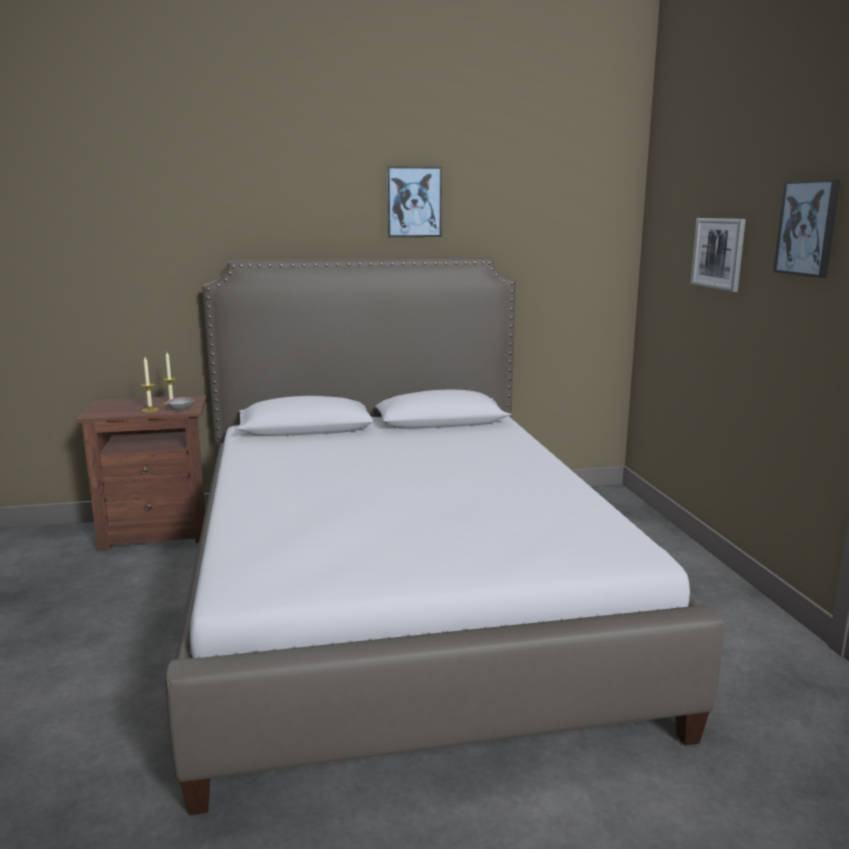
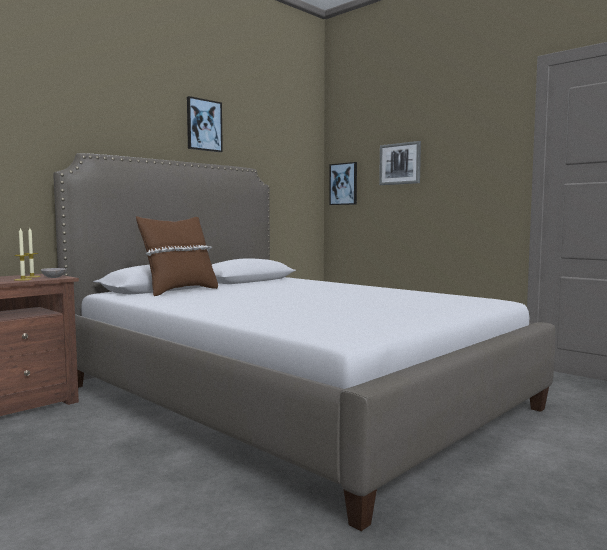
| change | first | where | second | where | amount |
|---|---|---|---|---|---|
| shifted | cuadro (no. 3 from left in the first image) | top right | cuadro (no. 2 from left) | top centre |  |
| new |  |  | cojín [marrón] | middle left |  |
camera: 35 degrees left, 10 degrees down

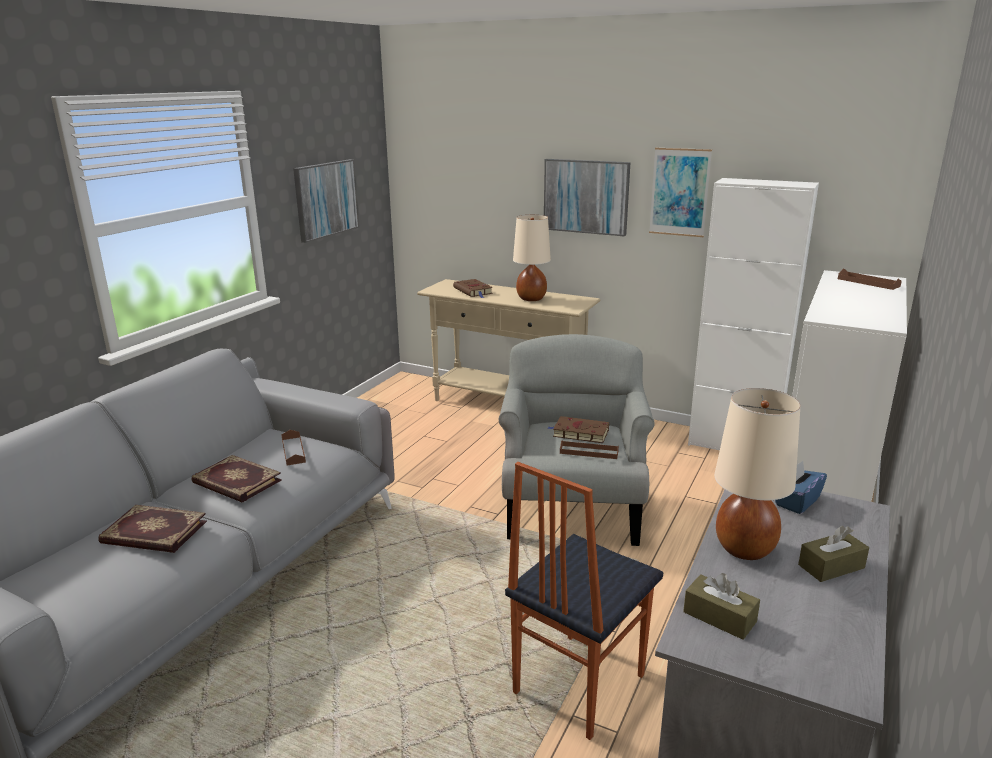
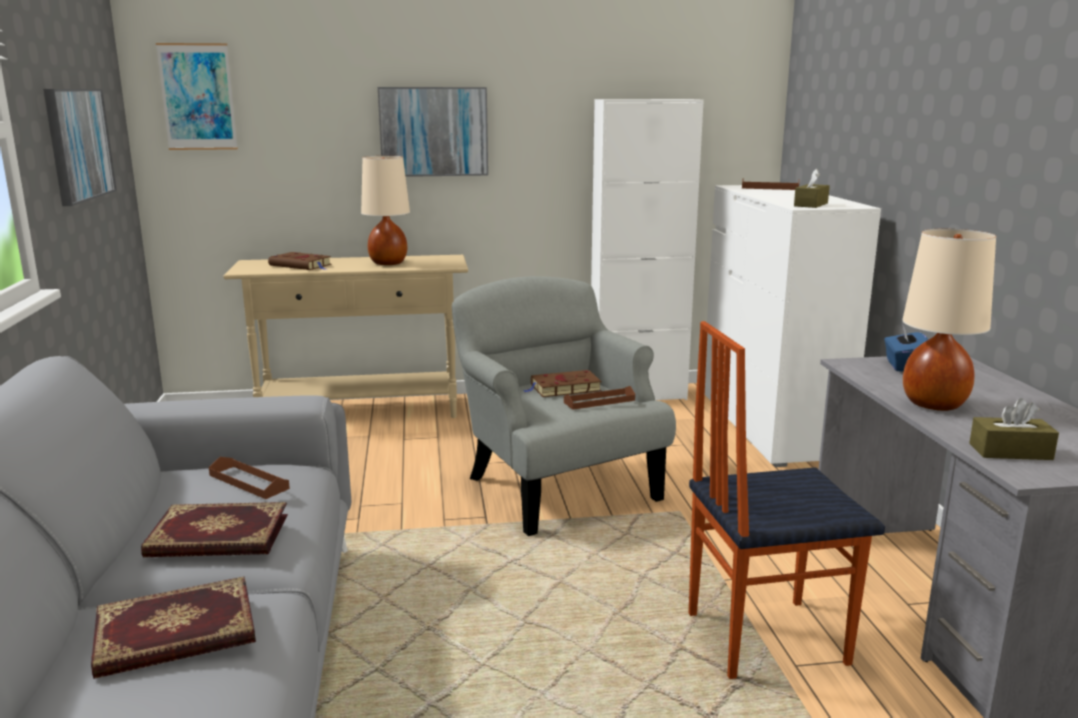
| change | first | where | second | where | amount |
|---|---|---|---|---|---|
| shifted | cuadro (no. 3 from left in the first image) | top right | cuadro (no. 2 from left) | top left |  |
| rotated | silla | bottom centre |  | bottom right | 75 degrees clockwise |
| shifted | caja de pañuelos [marrón] (no. 2 from left in the first image) | bottom right | caja de pañuelos [marrón] (no. 1 from left) | top right |  |
camera: 35 degrees left, 5 degrees down

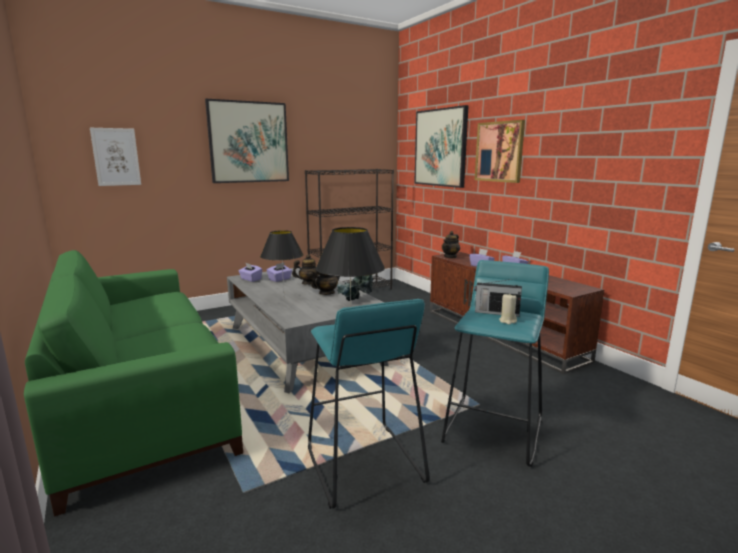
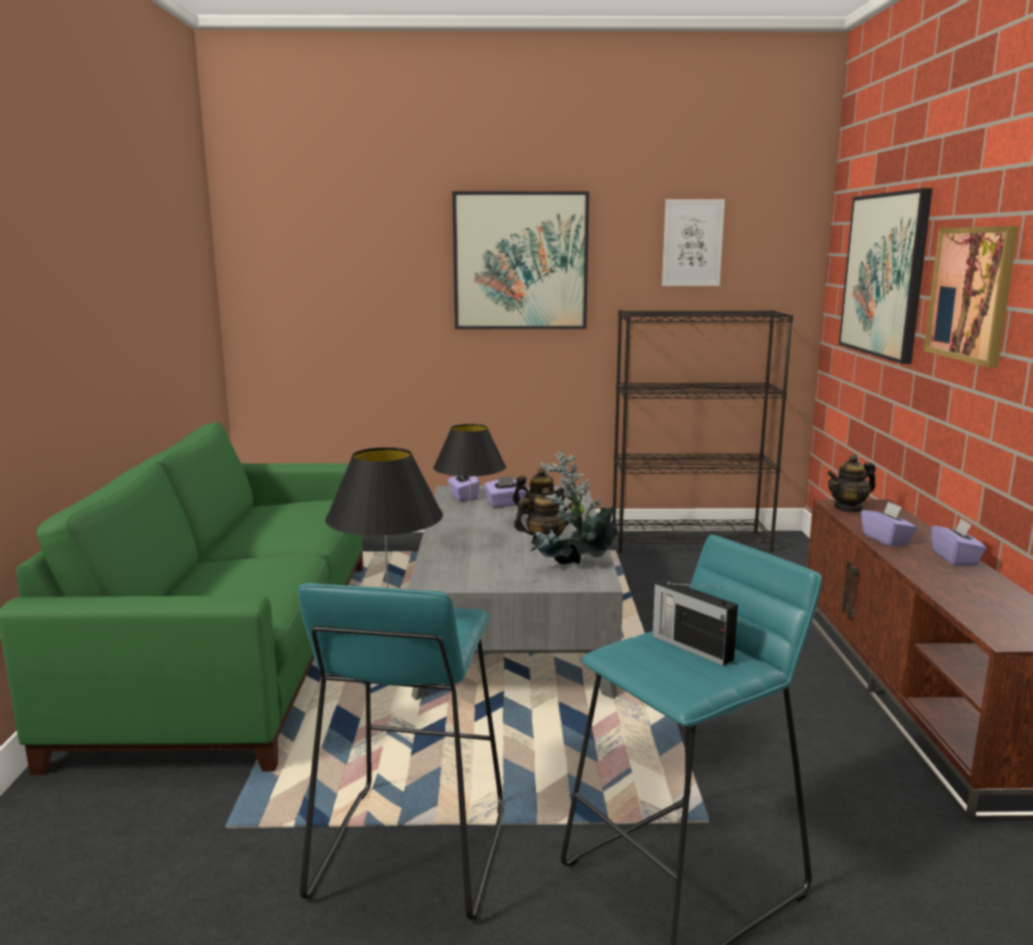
| change | first | where | second | where | amount |
|---|---|---|---|---|---|
| shifted | cuadro (no. 1 from left in the first image) | top left | cuadro (no. 2 from left) | top right |  |
| gone | vela [beis] | middle right |  |  |  |
camera: 30 degrees right, 0 degrees up

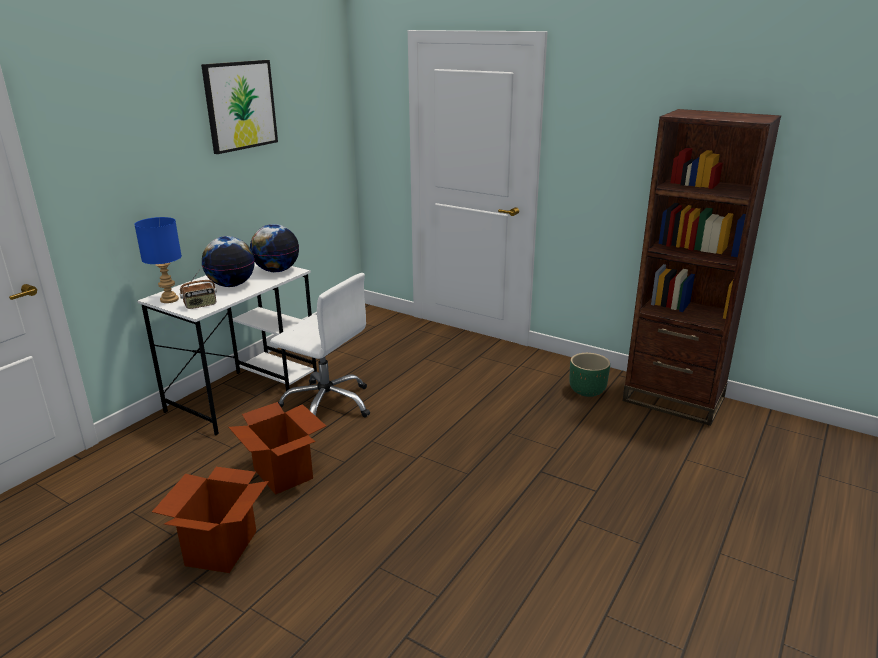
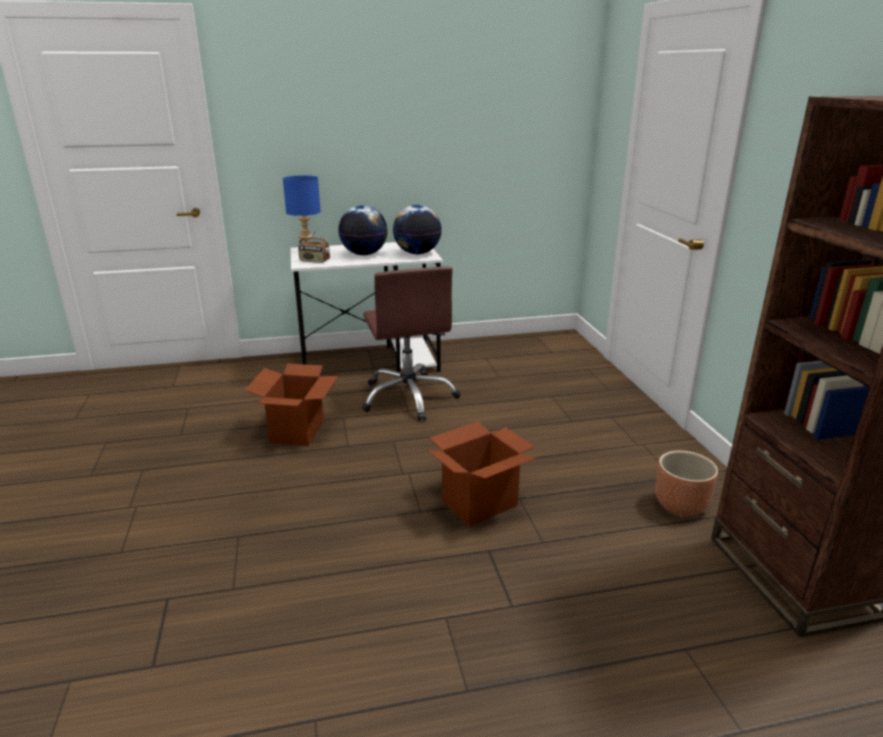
| change | first | where | second | where | amount |
|---|---|---|---|---|---|
| gone | cuadro | top left |  |  |  |
| repainted | silla de oficina [blanco] | centre | silla de oficina [marrón] | centre |  |
| repainted | maceta [verde] | middle right | maceta [marrón] | middle right |  |
| shifted | caja de cartón (no. 1 from left in the first image) | bottom left | caja de cartón (no. 2 from left) | centre |  |
camera: 45 degrees right, 0 degrees up

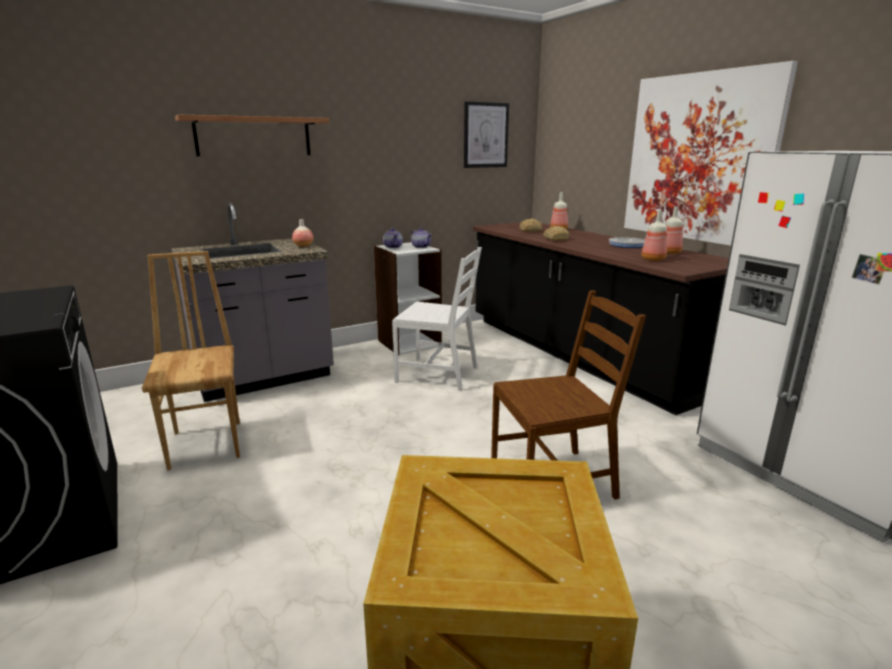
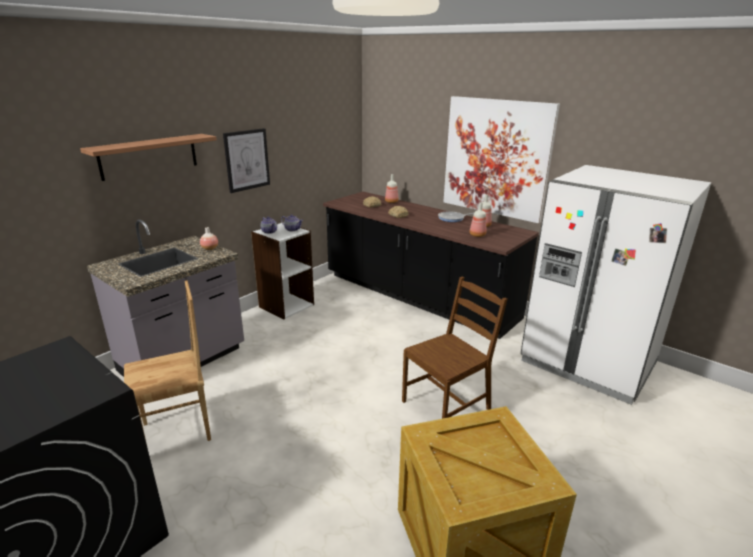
| change | first | where | second | where | amount |
|---|---|---|---|---|---|
| shifted | cuadro (no. 1 from left) | top centre |  | top left |  |
| gone | silla [blanco] | centre |  |  |  |
| rotated | silla [marrón] (no. 1 from left) | middle left |  | middle left | 105 degrees clockwise |
camera: 20 degrees left, 5 degrees up

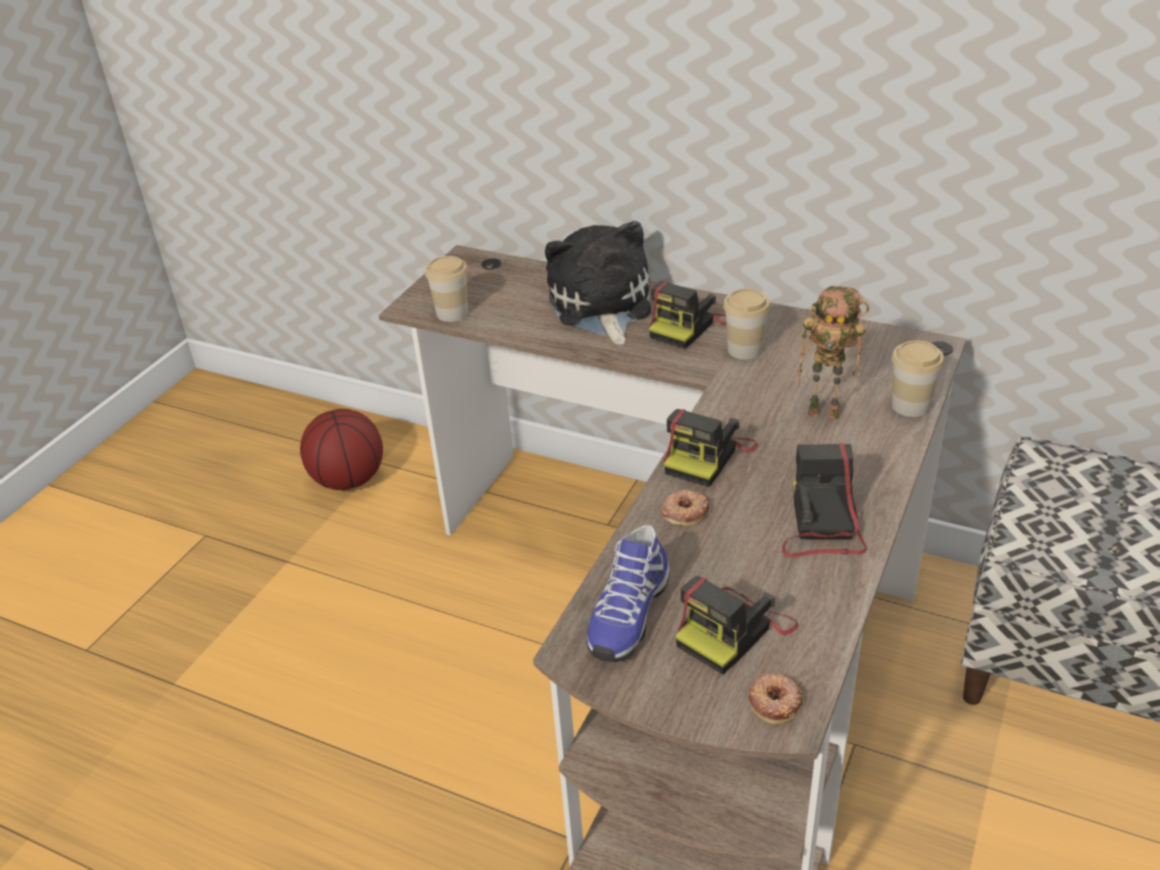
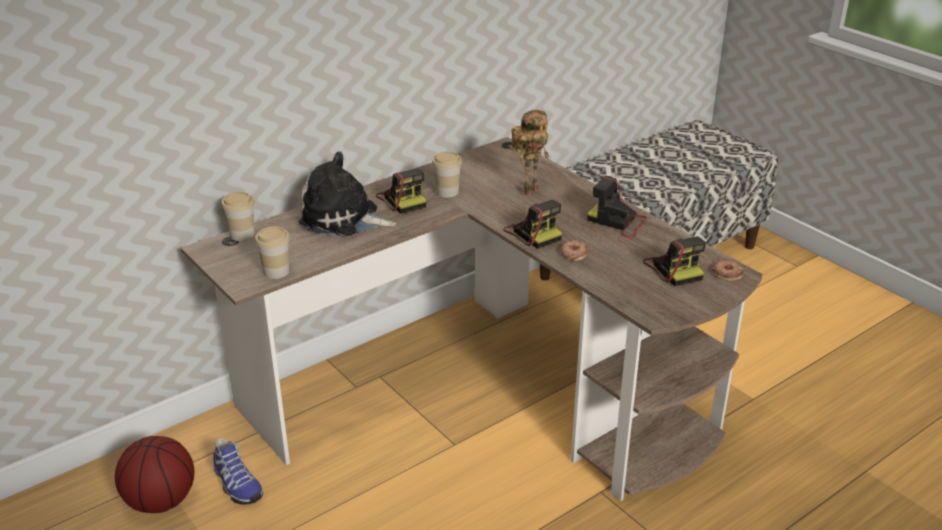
| change | first | where | second | where | amount |
|---|---|---|---|---|---|
| shifted | taza (no. 3 from left in the first image) | middle right | taza (no. 1 from left) | middle left |  |
| shifted | zapato | bottom centre |  | bottom left |  |
camera: 65 degrees left, 5 degrees down

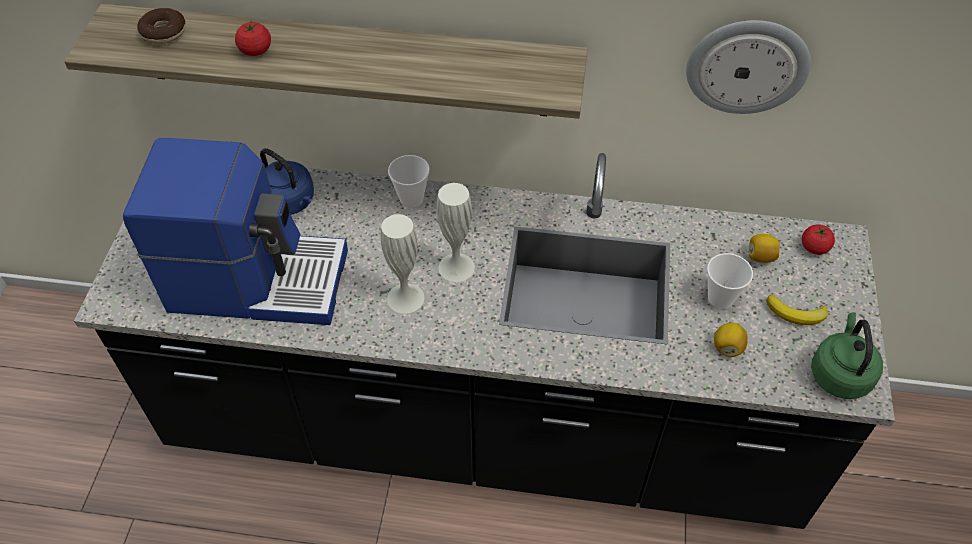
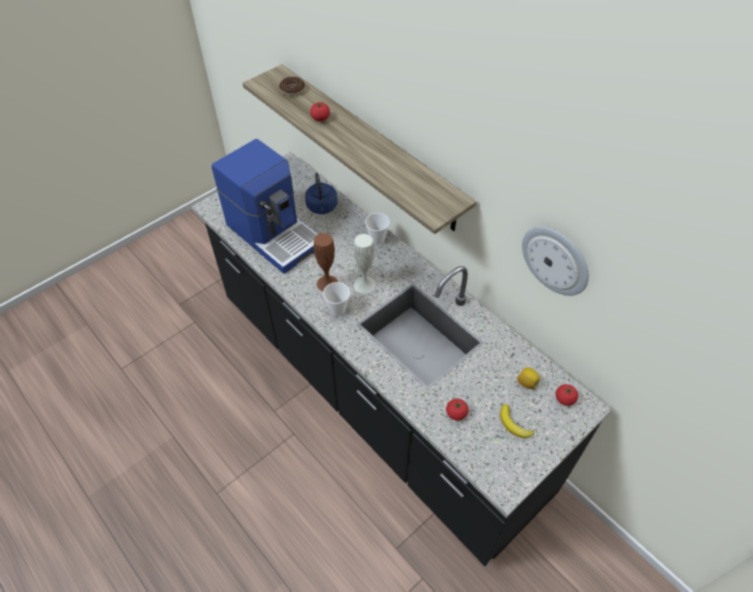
| change | first | where | second | where | amount |
|---|---|---|---|---|---|
| repainted | florero [blanco] (no. 1 from left) | centre | florero [marrón] | centre |  |
| shifted | taza (no. 2 from left in the first image) | middle right | taza (no. 1 from left) | centre |  |
| gone | hervidor [verde] | middle right |  |  |  |
| swapped | limón (no. 1 from left) | middle right | tomate (no. 2 from left) | bottom centre |  |
camera: 40 degrees right, 0 degrees up

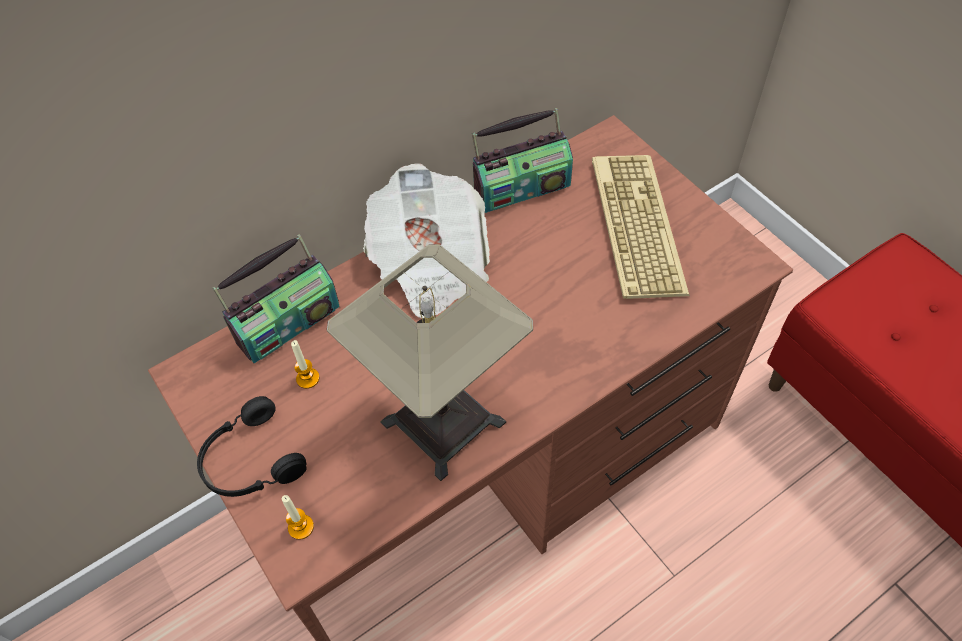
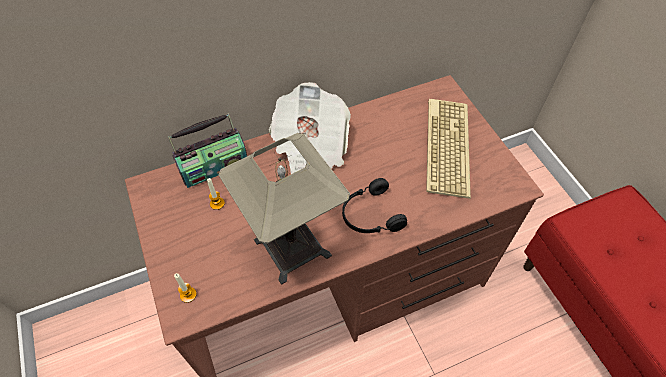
| change | first | where | second | where | amount |
|---|---|---|---|---|---|
| gone | radio (no. 2 from left) | top centre |  |  |  |
| shifted | auriculares [negro] | bottom left |  | centre |  |
camera: 10 degrees right, 0 degrees up

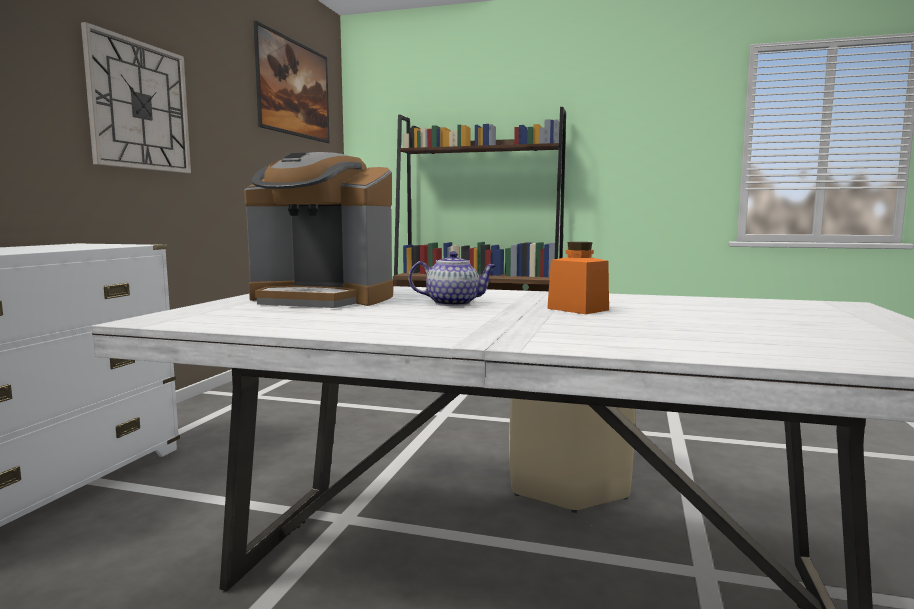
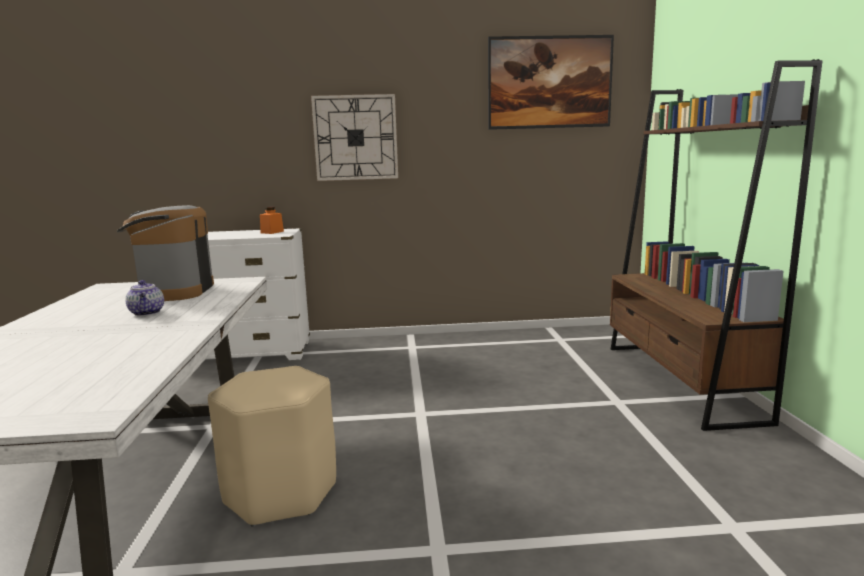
| change | first | where | second | where | amount |
|---|---|---|---|---|---|
| shifted | tarro [naranja] | centre |  | middle left |  |
camera: 70 degrees right, 5 degrees up

